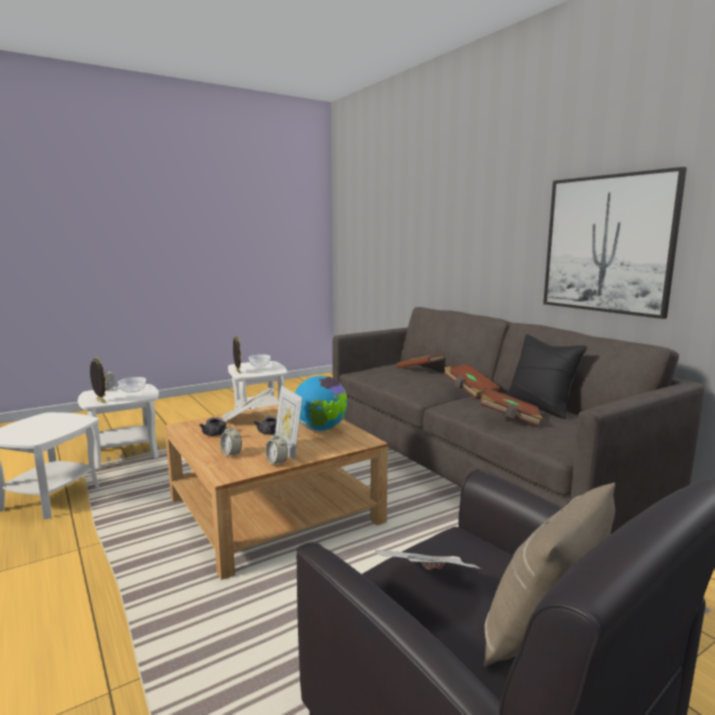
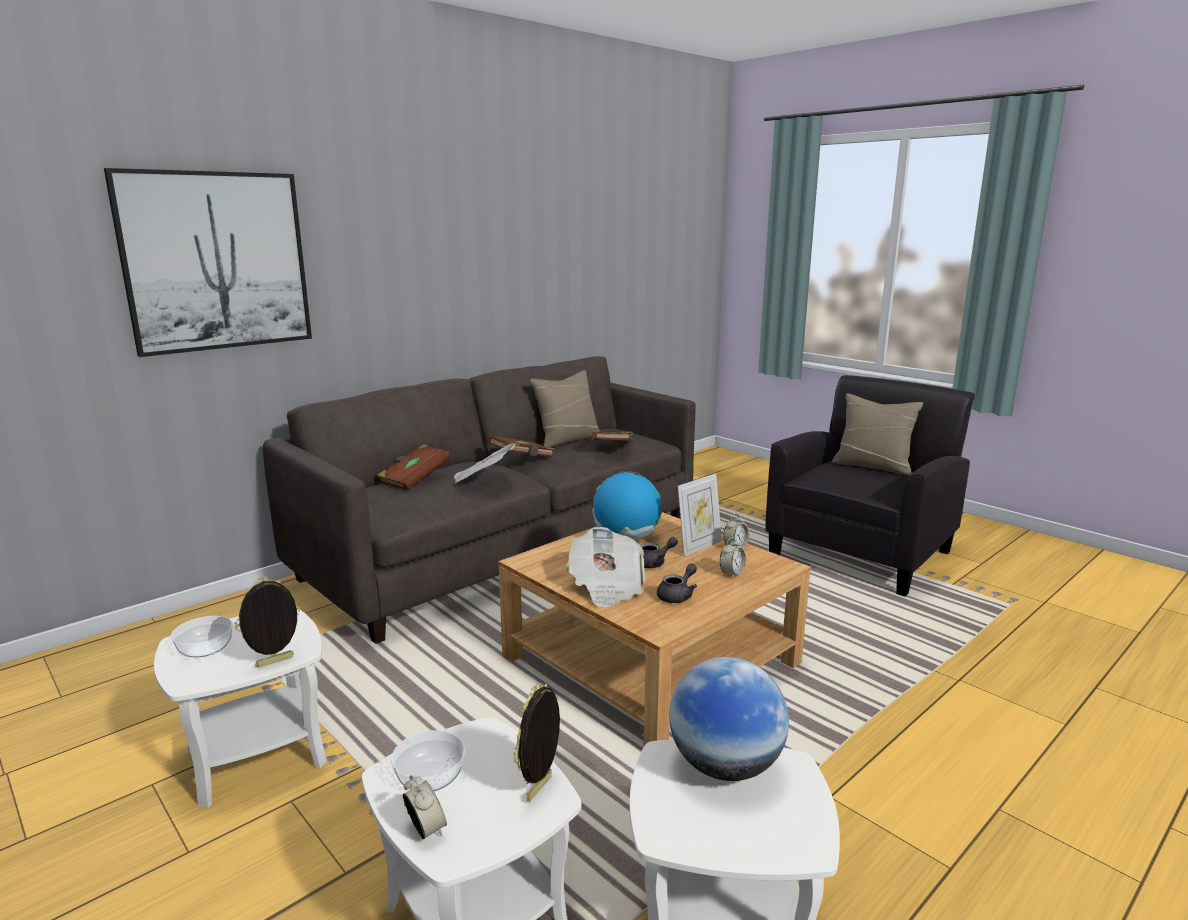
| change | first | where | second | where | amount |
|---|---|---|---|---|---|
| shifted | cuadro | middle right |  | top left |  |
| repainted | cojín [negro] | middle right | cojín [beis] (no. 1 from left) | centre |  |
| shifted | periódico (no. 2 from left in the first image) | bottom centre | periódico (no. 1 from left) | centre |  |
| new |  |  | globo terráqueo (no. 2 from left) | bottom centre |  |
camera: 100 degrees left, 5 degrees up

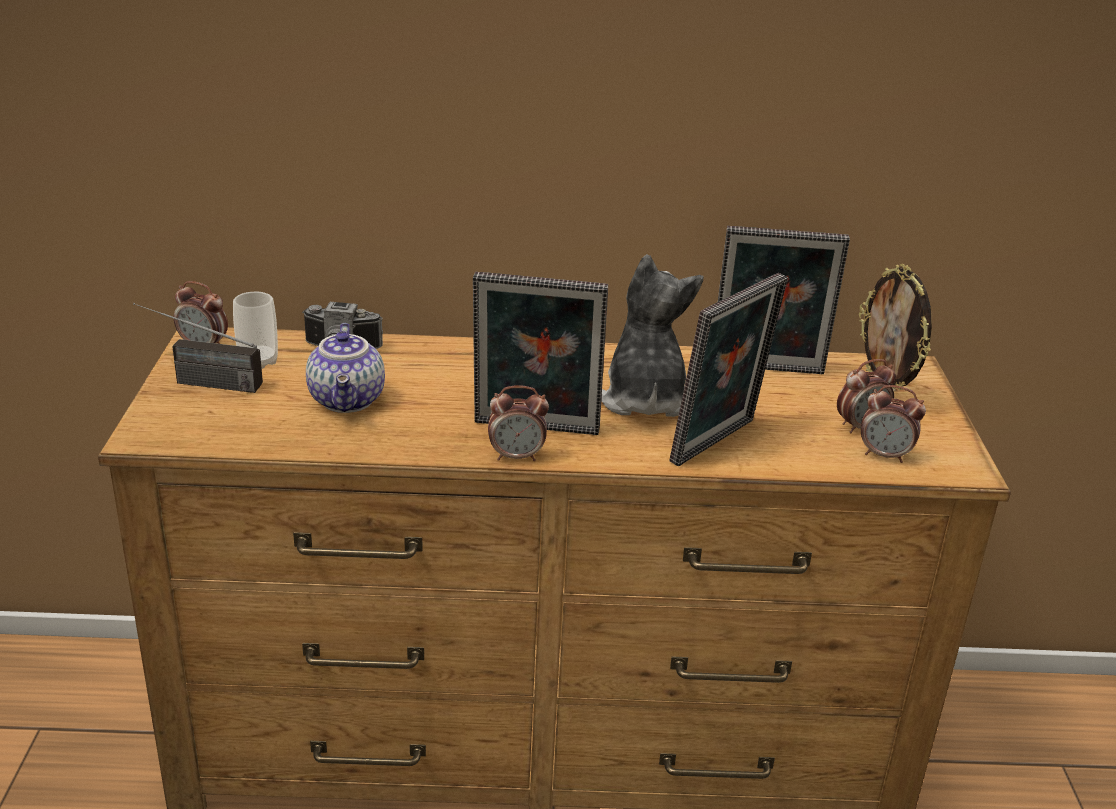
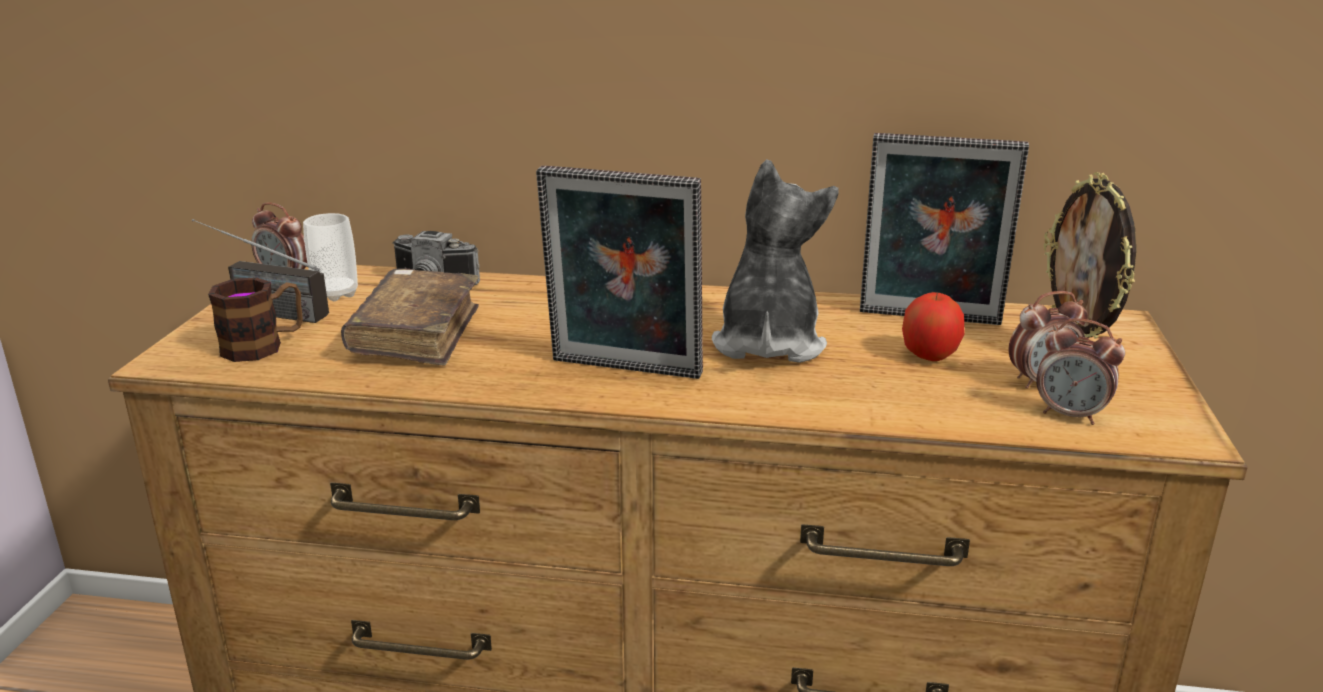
| change | first | where | second | where | amount |
|---|---|---|---|---|---|
| gone | portarretratos (no. 2 from left) | centre |  |  |  |
| swapped | tetera | middle left | libro [marrón] | middle left |  |
| gone | despertador (no. 2 from left) | centre |  |  |  |
| new |  |  | taza grande | middle left |  |
| new |  |  | manzana | middle right |  |
camera: 10 degrees right, 5 degrees down

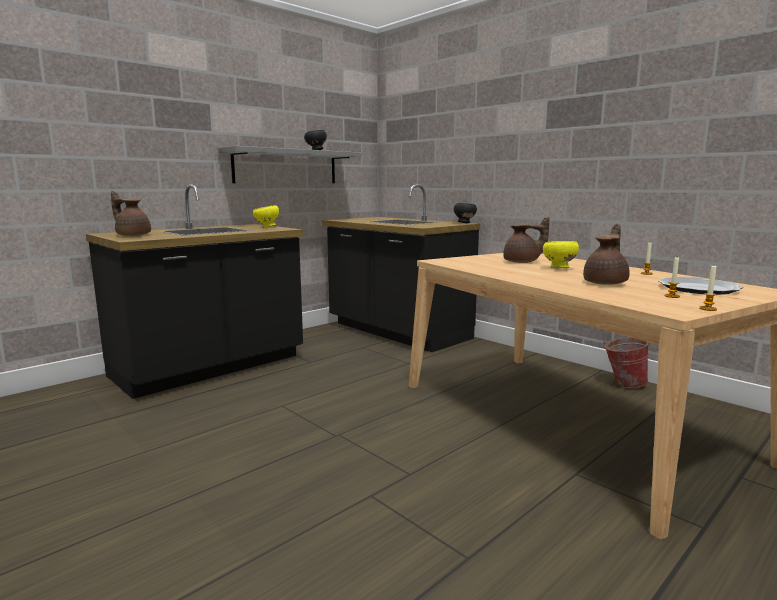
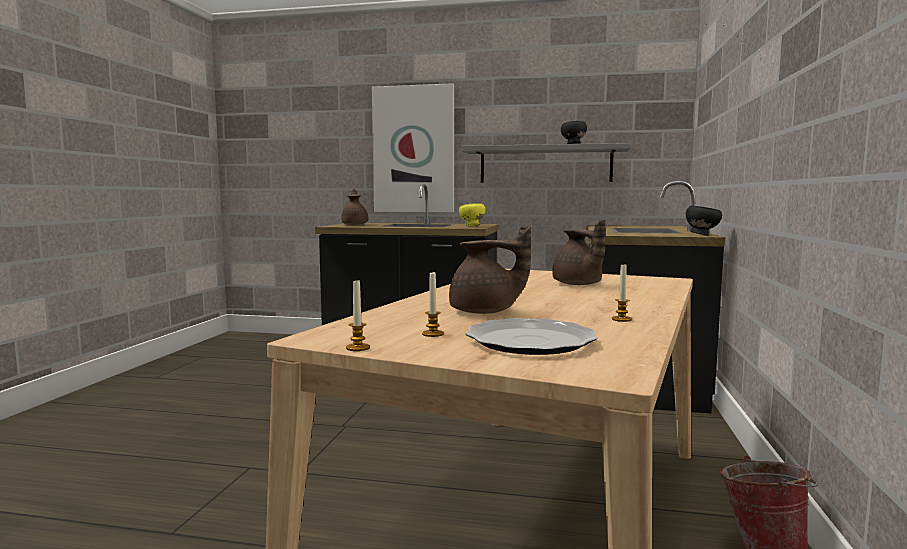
| change | first | where | second | where | amount |
|---|---|---|---|---|---|
| gone | cuenco [amarillo] (no. 2 from left) | middle right |  |  |  |
| new |  |  | cuadro | top centre |  |
camera: 55 degrees right, 5 degrees down

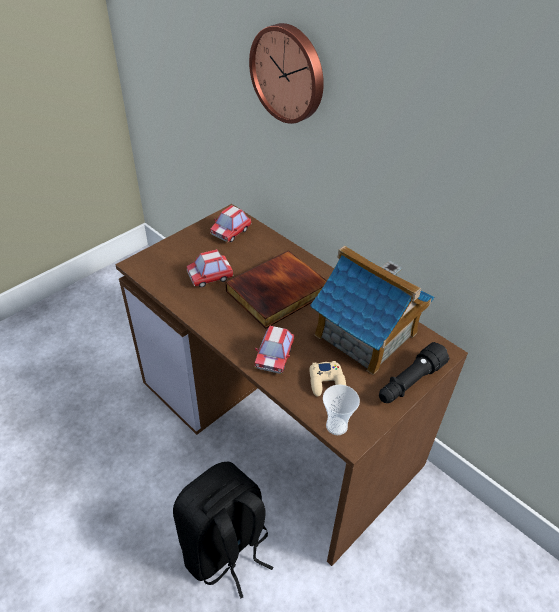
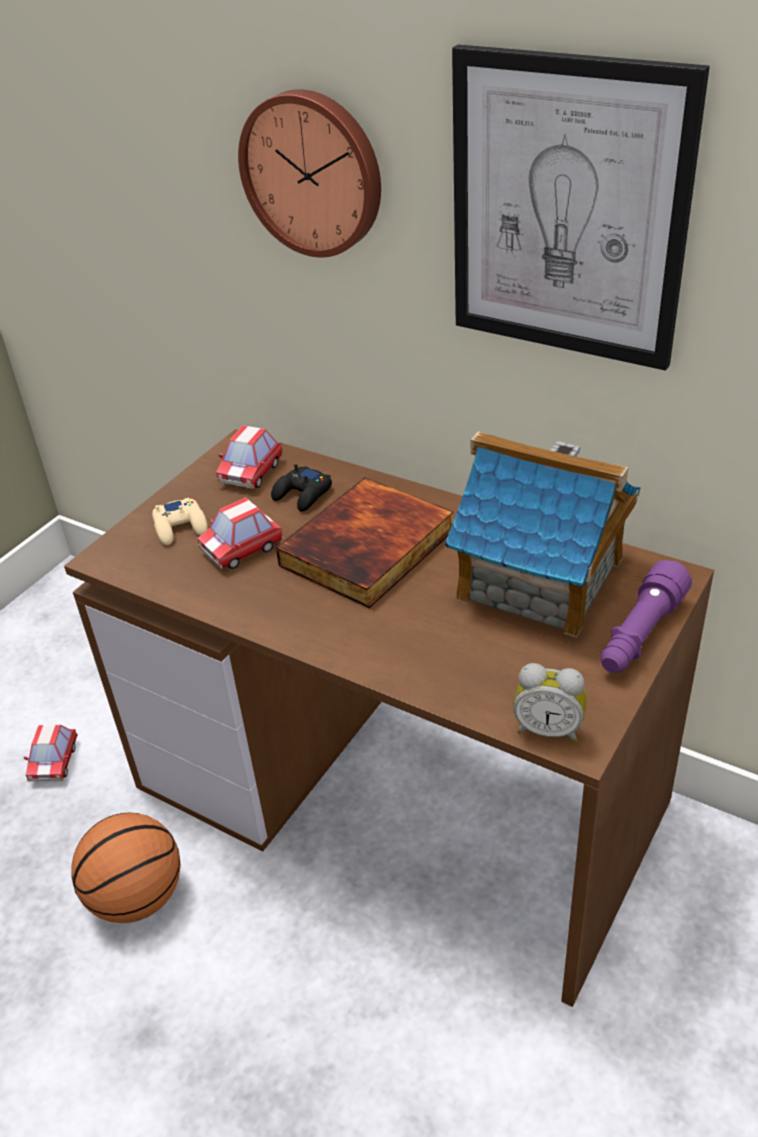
| change | first | where | second | where | amount |
|---|---|---|---|---|---|
| shifted | coche de juguete (no. 3 from left in the first image) | centre | coche de juguete (no. 1 from left) | middle left |  |
| repainted | linterna [negro] | middle right | linterna [morado] | middle right |  |
| shifted | mando de consola [beis] | centre |  | middle left |  |
| swapped | taza | bottom centre | despertador | middle right |  |
| gone | mochila [negro] | bottom centre |  |  |  |
| new |  |  | cuadro | top right |  |
| new |  |  | mando de consola [negro] | centre |  |
| new |  |  | balón de baloncesto | bottom left |  |
camera: 10 degrees left, 5 degrees down

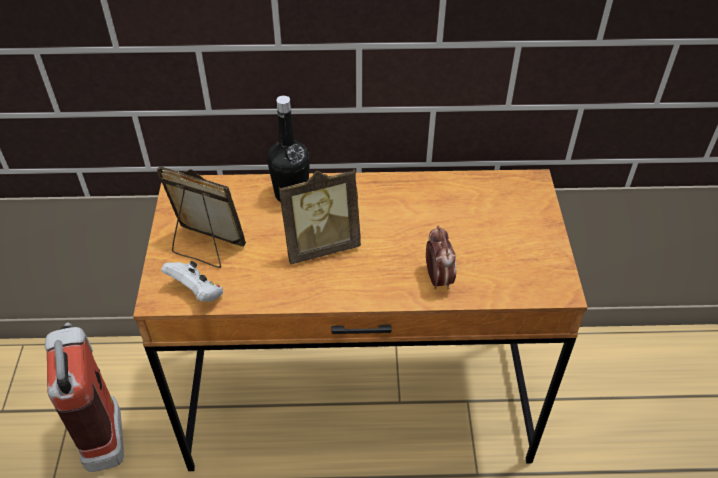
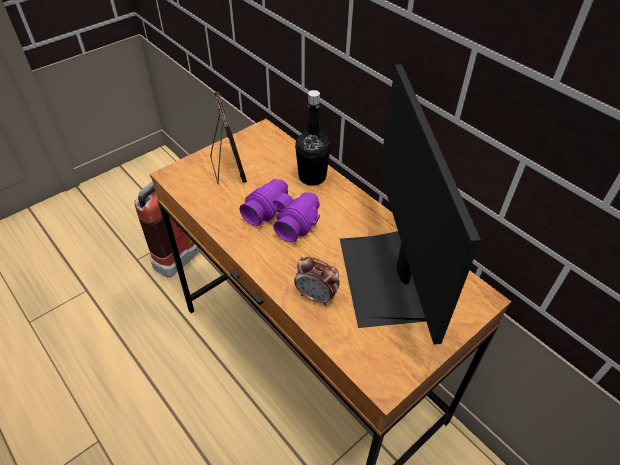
| change | first | where | second | where | amount |
|---|---|---|---|---|---|
| swapped | portarretratos (no. 2 from left) | centre | prismáticos [morado] | centre |  |
| rotated | despertador | centre |  | centre | 75 degrees clockwise |
| gone | mando de consola [blanco] | middle left |  |  |  |
| new |  |  | monitor | centre |  |
camera: 50 degrees right, 0 degrees up

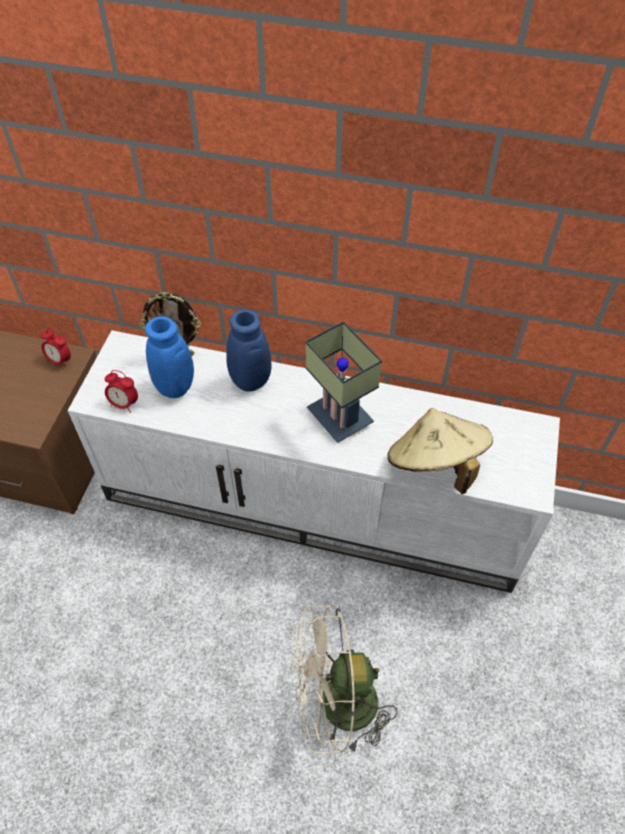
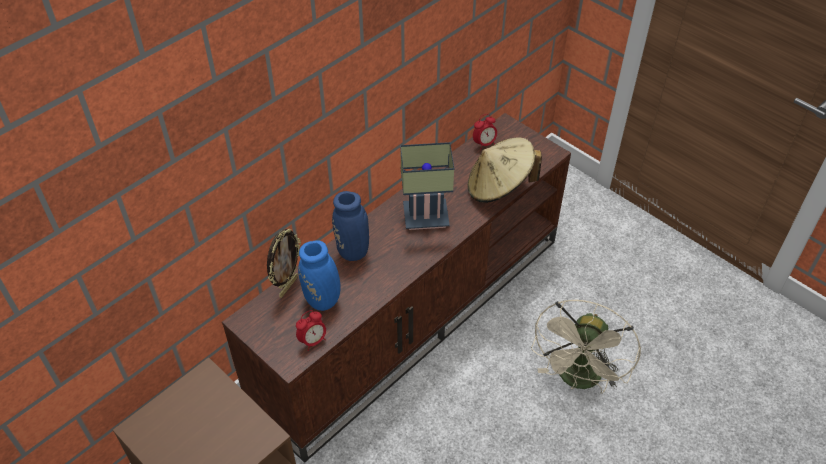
| change | first | where | second | where | amount |
|---|---|---|---|---|---|
| shifted | despertador (no. 1 from left in the first image) | middle left | despertador (no. 2 from left) | top centre |  |
| repainted | mueble de televisión [blanco] | centre | mueble de televisión [marrón] | centre |  |
camera: 60 degrees left, 5 degrees down

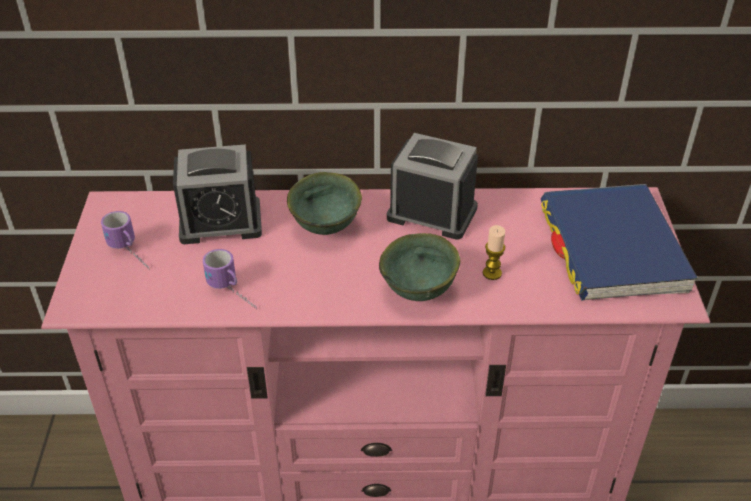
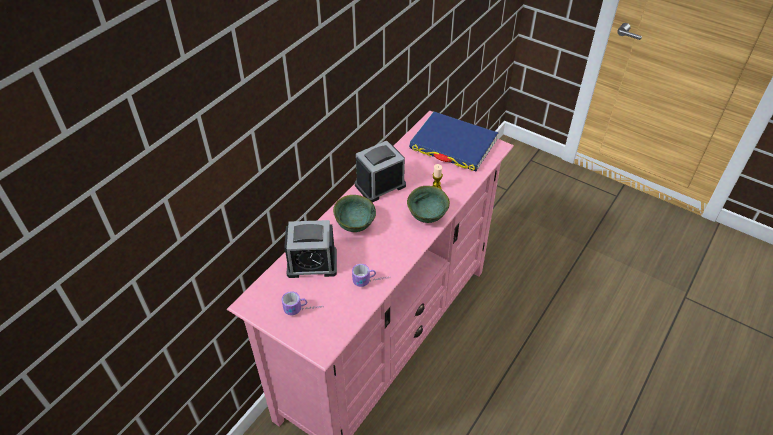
| change | first | where | second | where | amount |
|---|---|---|---|---|---|
| rotated | despertador (no. 1 from left) | middle left |  | centre | 60 degrees clockwise |
camera: 55 degrees left, 5 degrees up

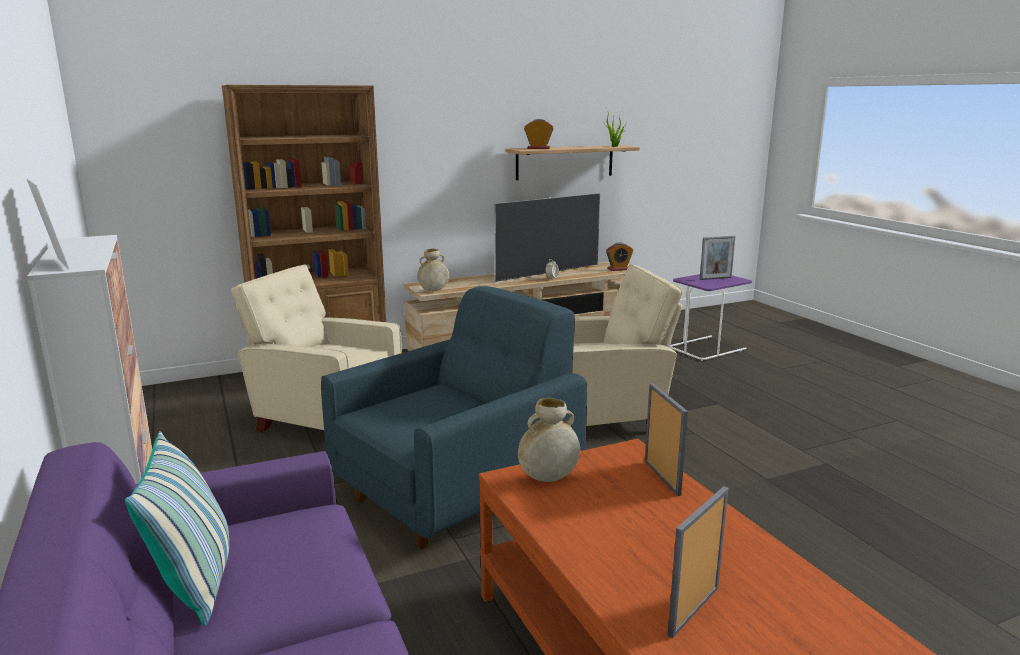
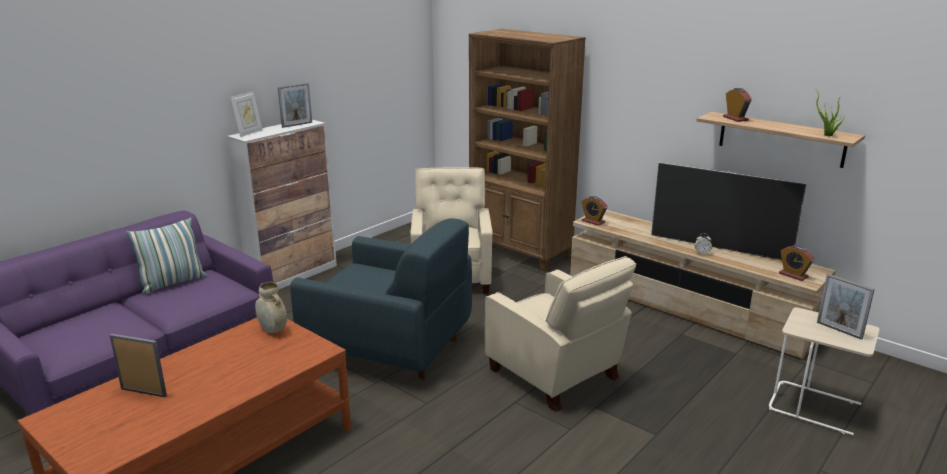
| change | first | where | second | where | amount |
|---|---|---|---|---|---|
| swapped | florero [beis] (no. 1 from left) | centre | despertador (no. 1 from left) | centre |  |
| repainted | mesa auxiliar [morado] | middle right | mesa auxiliar [beis] | bottom right |  |
| shifted | portarretratos (no. 2 from left in the first image) | bottom centre | portarretratos (no. 3 from left) | top left |  |
camera: 65 degrees right, 5 degrees up

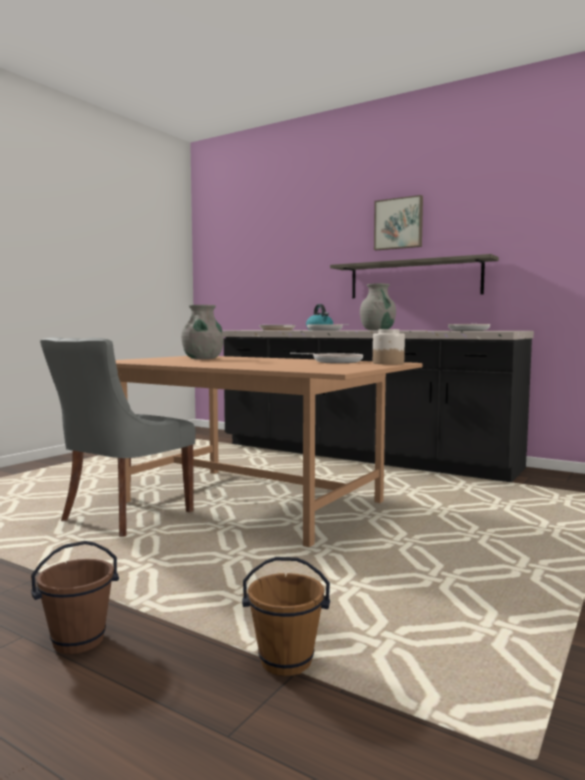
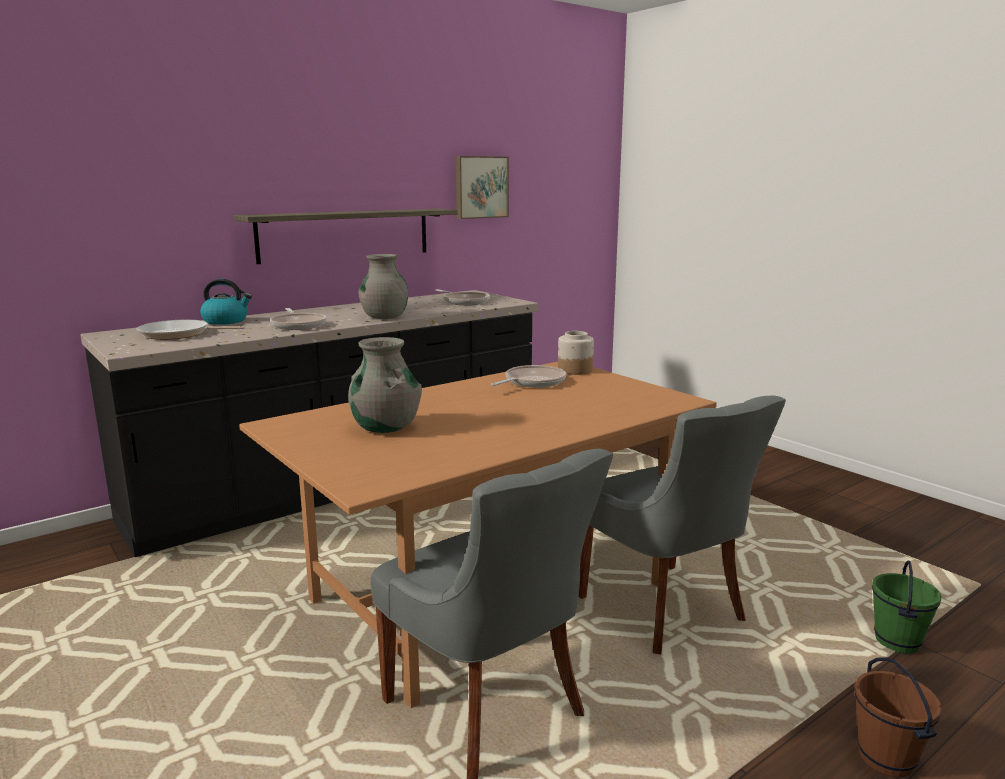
| change | first | where | second | where | amount |
|---|---|---|---|---|---|
| shifted | cuadro | top right |  | top centre |  |
| repainted | cubo [marrón] (no. 2 from left) | bottom centre | cubo [verde] | bottom right |  |
| new |  |  | silla [gris] (no. 2 from left) | bottom right |  |
camera: 70 degrees left, 10 degrees up

